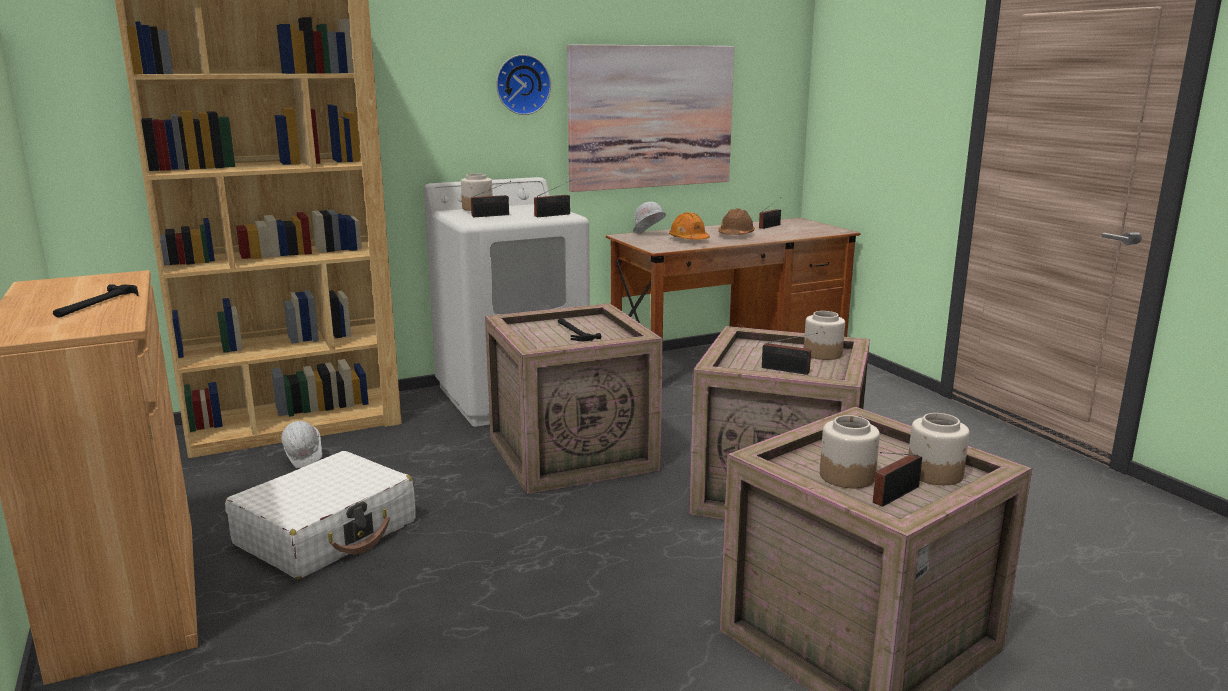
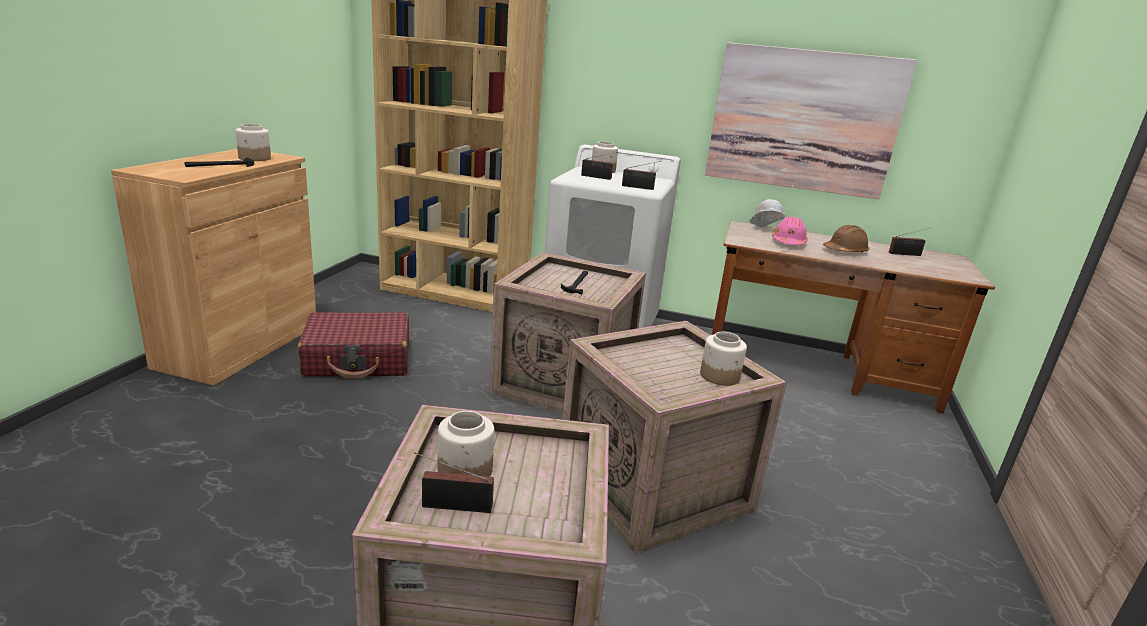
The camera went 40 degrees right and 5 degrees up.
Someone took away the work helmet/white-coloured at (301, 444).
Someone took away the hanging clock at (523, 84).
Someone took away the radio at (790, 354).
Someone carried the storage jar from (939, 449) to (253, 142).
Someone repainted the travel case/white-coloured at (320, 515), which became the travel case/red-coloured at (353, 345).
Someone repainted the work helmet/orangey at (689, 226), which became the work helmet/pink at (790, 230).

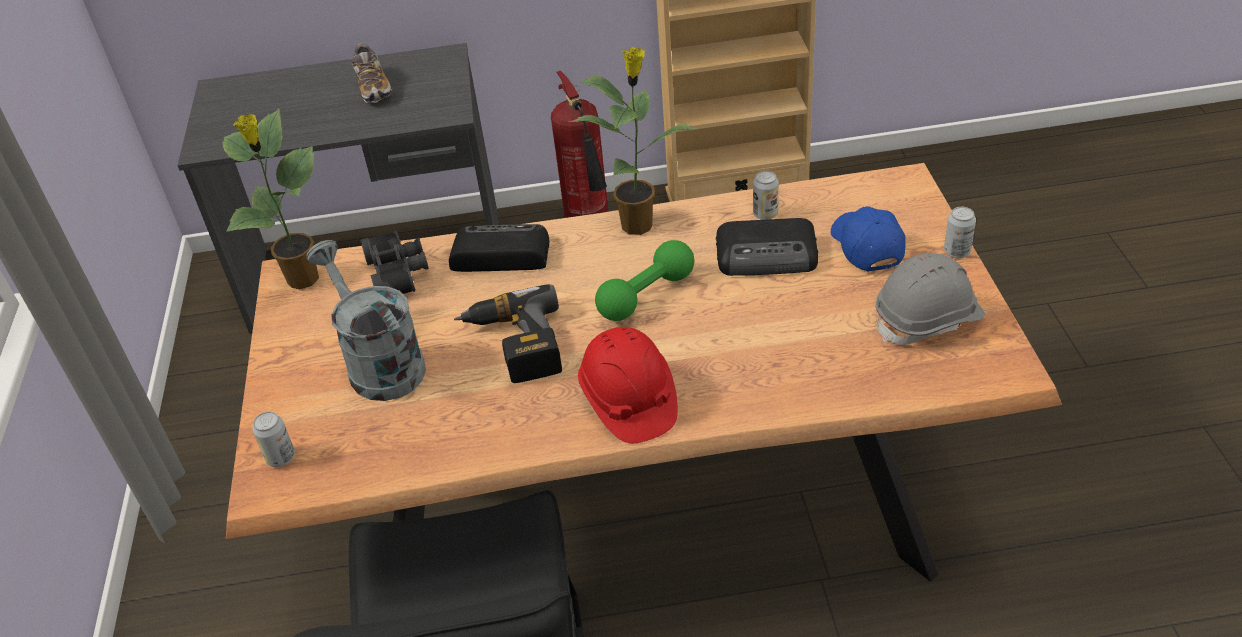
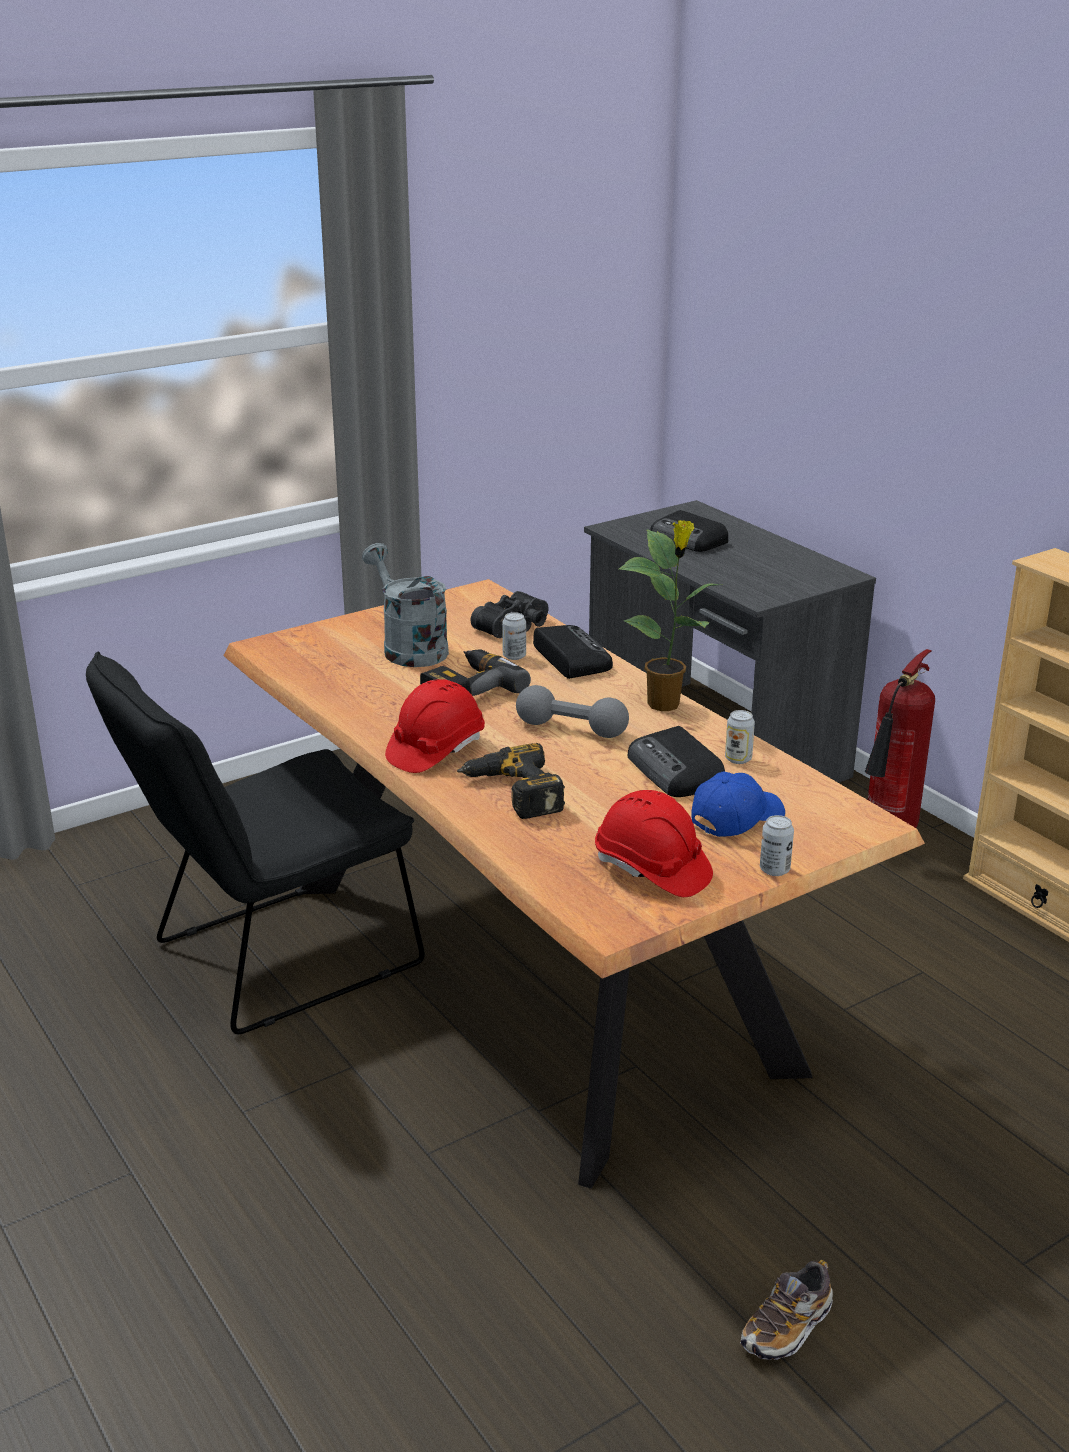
The camera went 60 degrees right and 15 degrees down.
Someone took away the plant in a pot at (270, 199).
Someone put down the electric drill at (511, 781).
Someone put down the radio at (689, 531).
Someone carried the can from (273, 439) to (514, 636).
Someone carried the shoe from (371, 73) to (786, 1310).
Someone repainted the hand weight/green-coloured at (644, 280), which became the hand weight/grey at (572, 711).
Someone repainted the work helmet/grey at (930, 299), which became the work helmet/red-coloured at (654, 843).
Someone rotated the sprinkling can/grey at (366, 320) by 60 degrees counterclockwise.

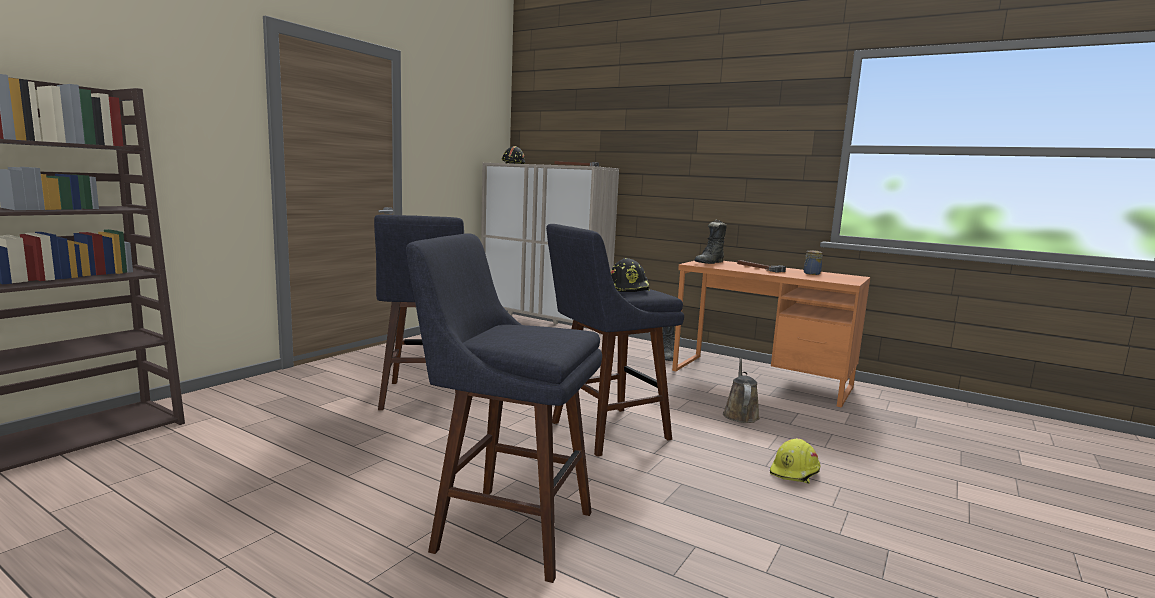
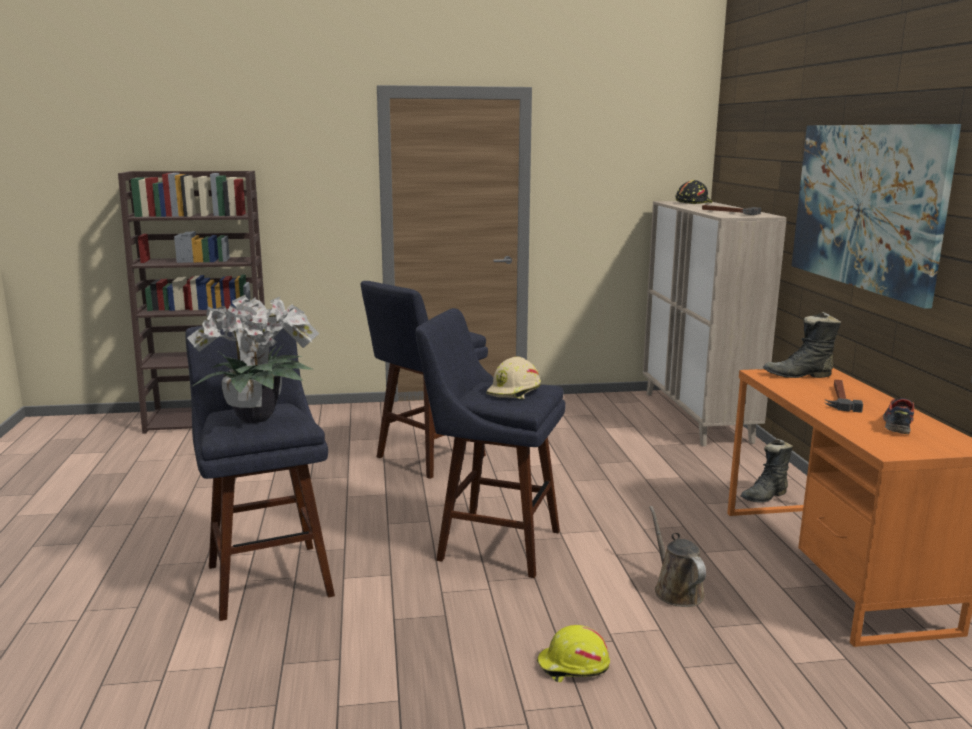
The camera went 50 degrees right and 5 degrees up.
Someone put down the plant in a pot at (253, 359).
Someone put up the wall art at (876, 216).
Someone swapped the storage jar at (813, 262) for the shoe at (898, 416).
Someone repainted the work helmet/black at (630, 275), which became the work helmet/sand-coloured at (514, 378).
Someone rotated the sprinkling can/brown at (741, 390) by 75 degrees counterclockwise.

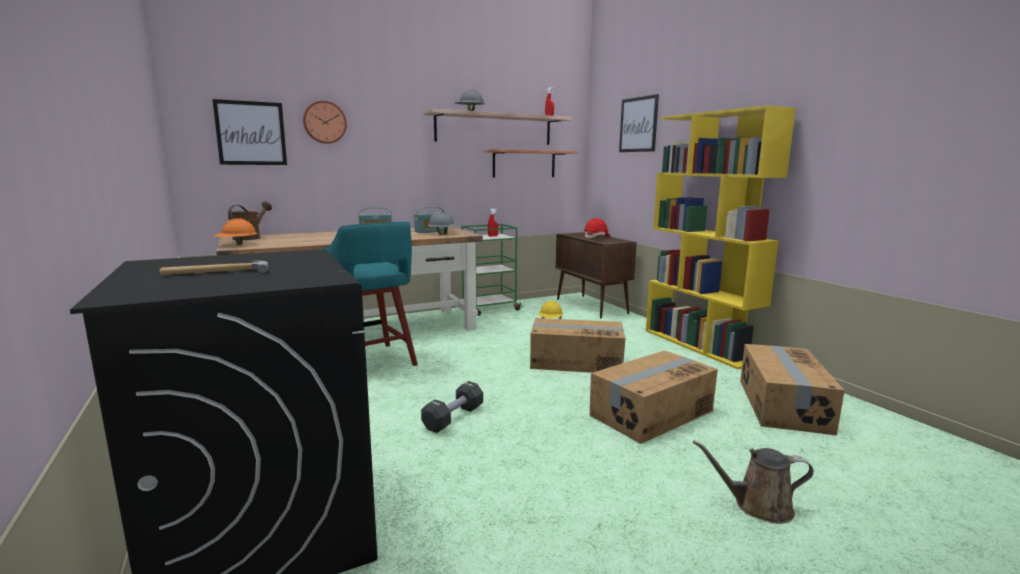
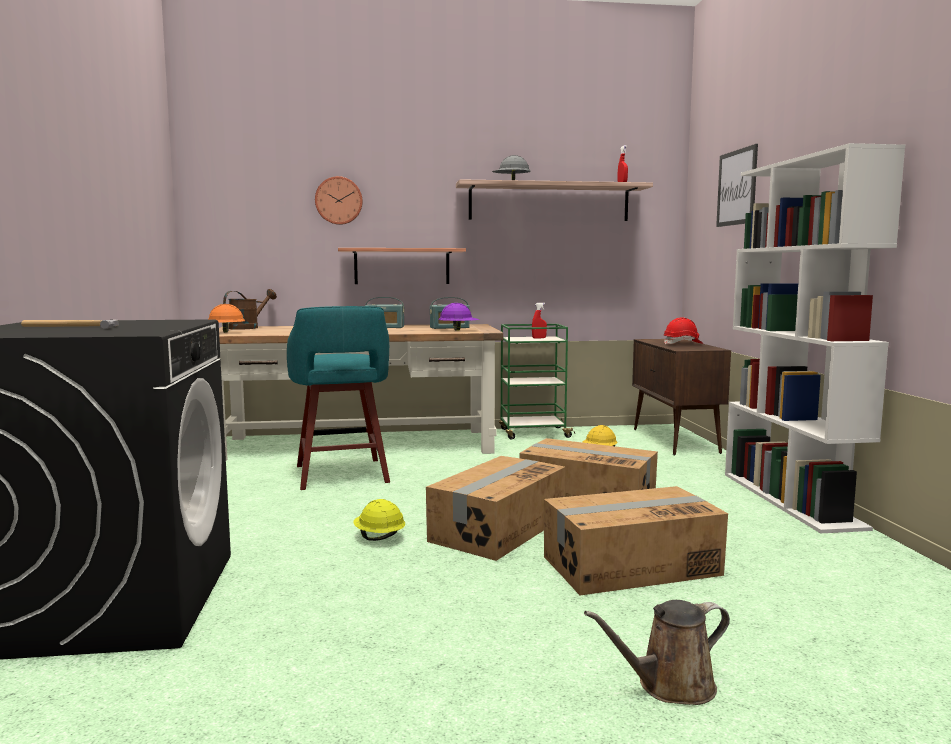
The camera went 20 degrees right and 5 degrees down.
Someone took away the wall art at (250, 132).
Someone carried the bracket shelf from (531, 163) to (402, 266).
Someone carried the cardboard box from (792, 390) to (495, 508).
Someone swapped the hand weight/black at (452, 407) for the work helmet/yellow-coloured at (379, 520).
Someone repainted the work helmet/grey at (443, 223), which became the work helmet/purple at (458, 317).
Someone repainted the shelving unit/yellow-coloured at (721, 237), which became the shelving unit/white-coloured at (815, 338).
Someone rotated the sprinkling can/brown at (753, 482) by 45 degrees counterclockwise.

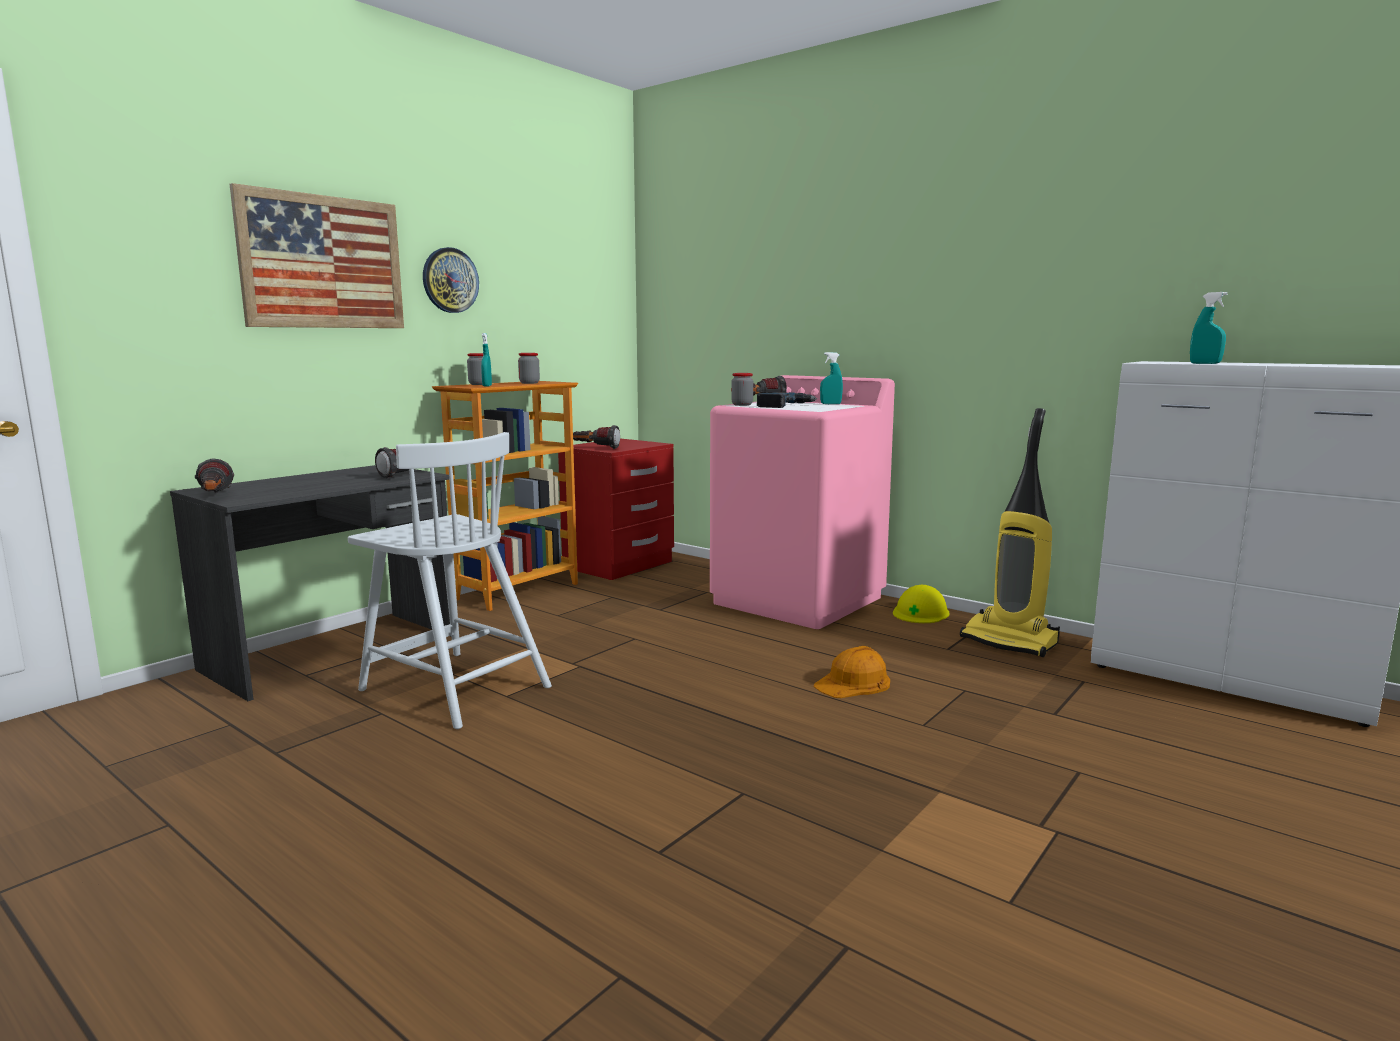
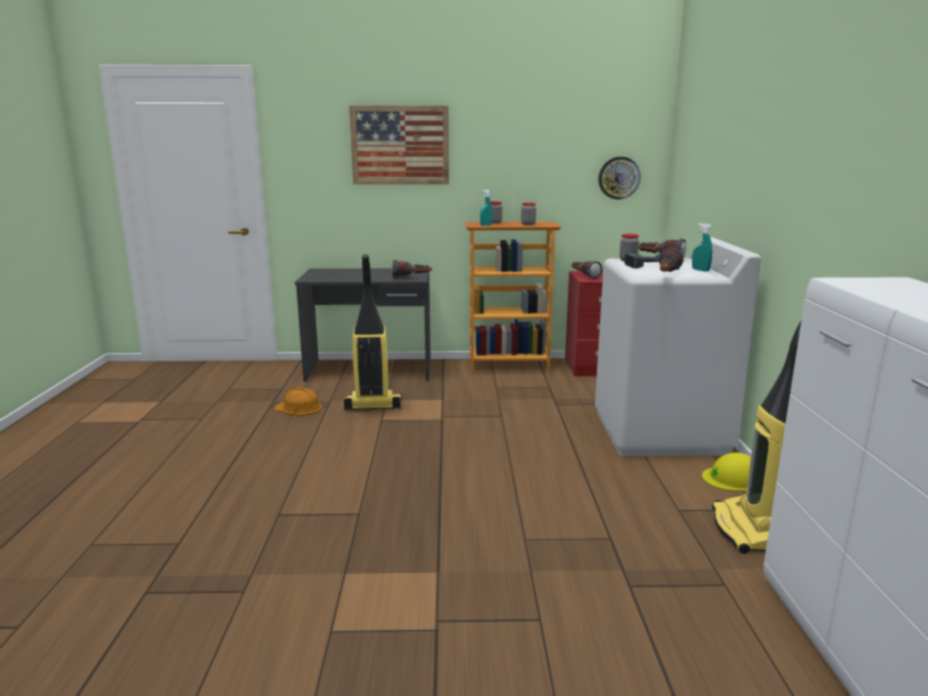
The camera went 50 degrees right and 5 degrees up.
Someone took away the hand sprayer/turquoise at (1209, 328).
Someone carried the hand torch from (214, 475) to (671, 259).
Someone carried the hanging clock from (451, 280) to (619, 178).
Someone carried the work helmet/orangey from (851, 672) to (297, 401).
Someone swapped the upright chair/white-coloured at (450, 580) for the hoover at (373, 332).
Someone repainted the washing machine/pink at (802, 502), which became the washing machine/white-coloured at (678, 347).

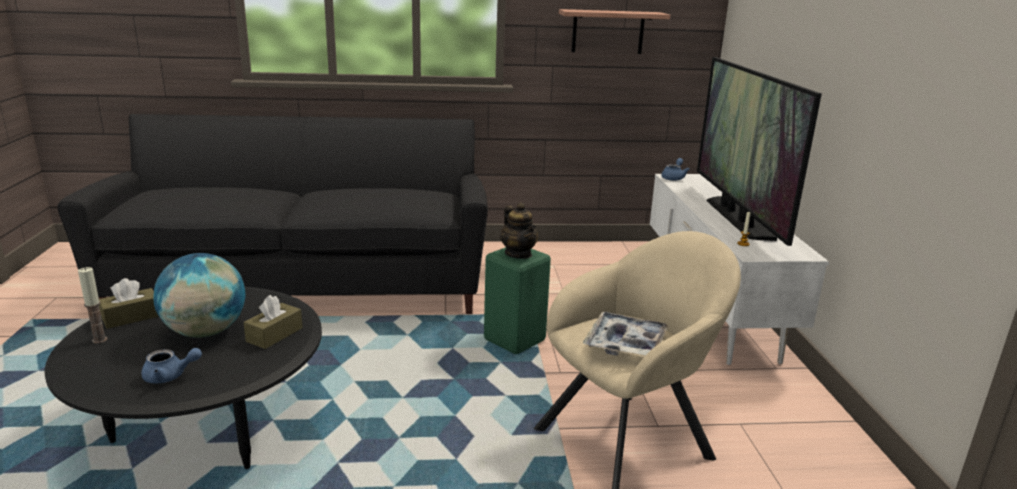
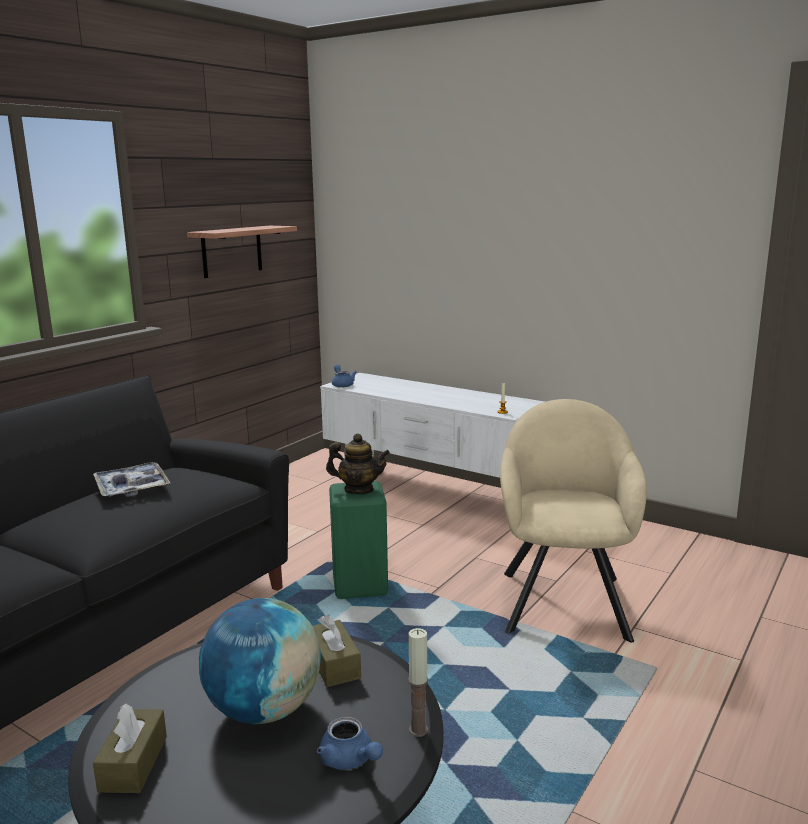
The camera went 50 degrees left and 5 degrees down.
Someone took away the TV at (759, 151).
Someone carried the wax light from (92, 305) to (418, 682).
Someone carried the tray from (626, 334) to (131, 479).
Someone rotated the tea pot/bluish at (171, 366) by 105 degrees clockwise.

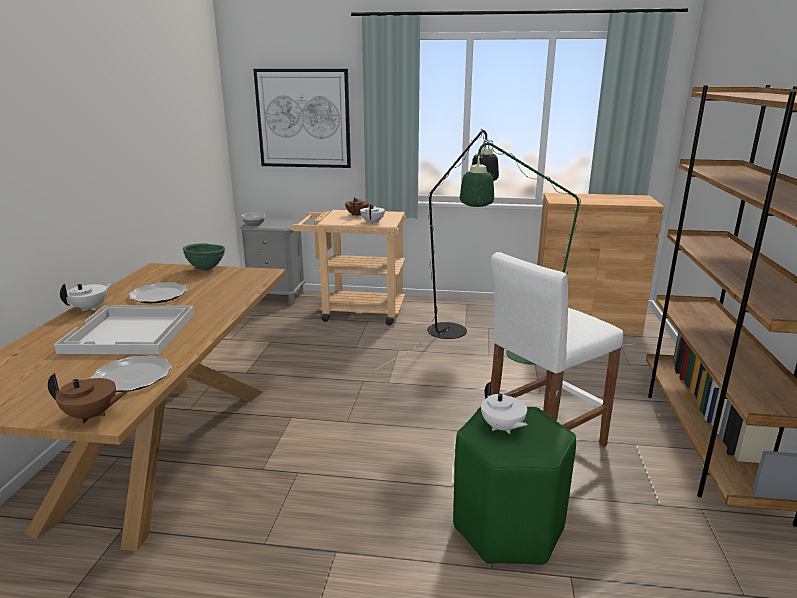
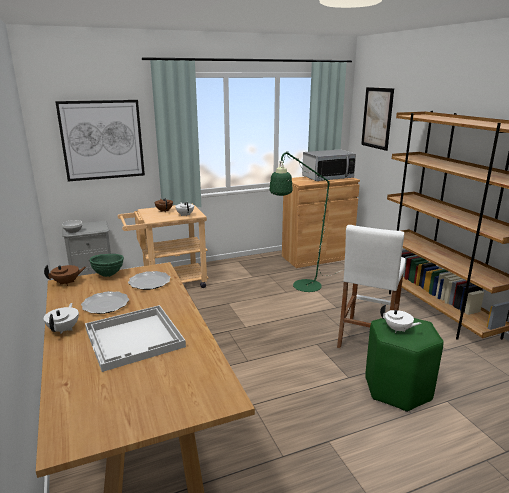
The camera went 30 degrees left and 0 degrees up.
Someone took away the standing lamp/black at (436, 249).
Someone put down the kitchen microwave at (329, 165).
Someone put up the wall art at (377, 119).
Someone carried the tea pot/brown from (87, 398) to (65, 275).
Someone carried the plate from (131, 373) to (149, 280).

